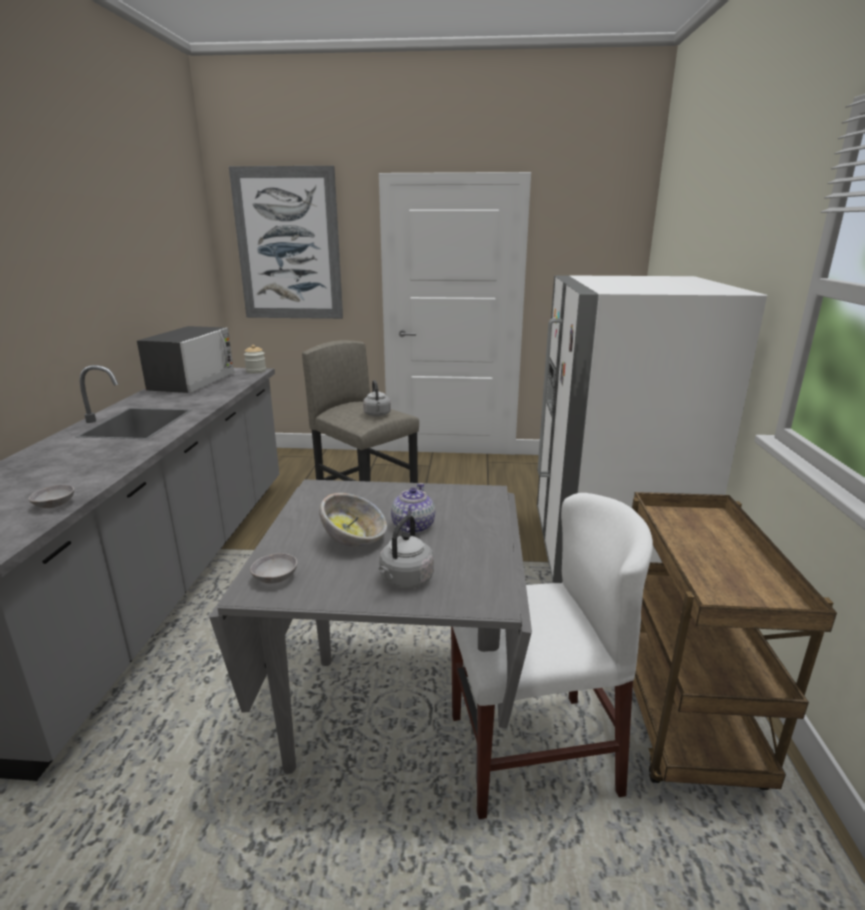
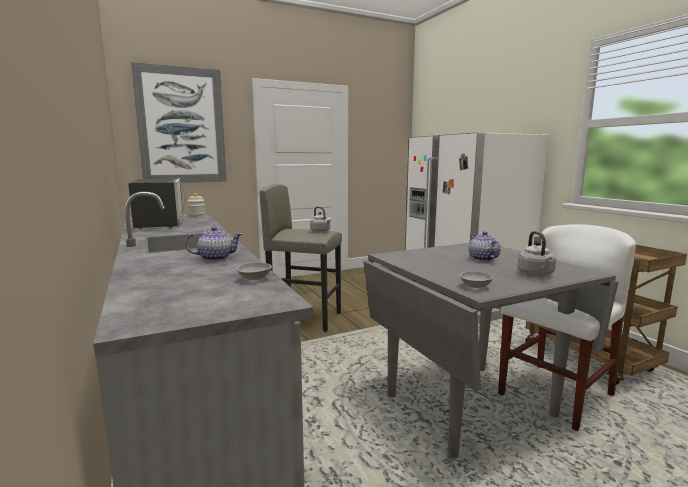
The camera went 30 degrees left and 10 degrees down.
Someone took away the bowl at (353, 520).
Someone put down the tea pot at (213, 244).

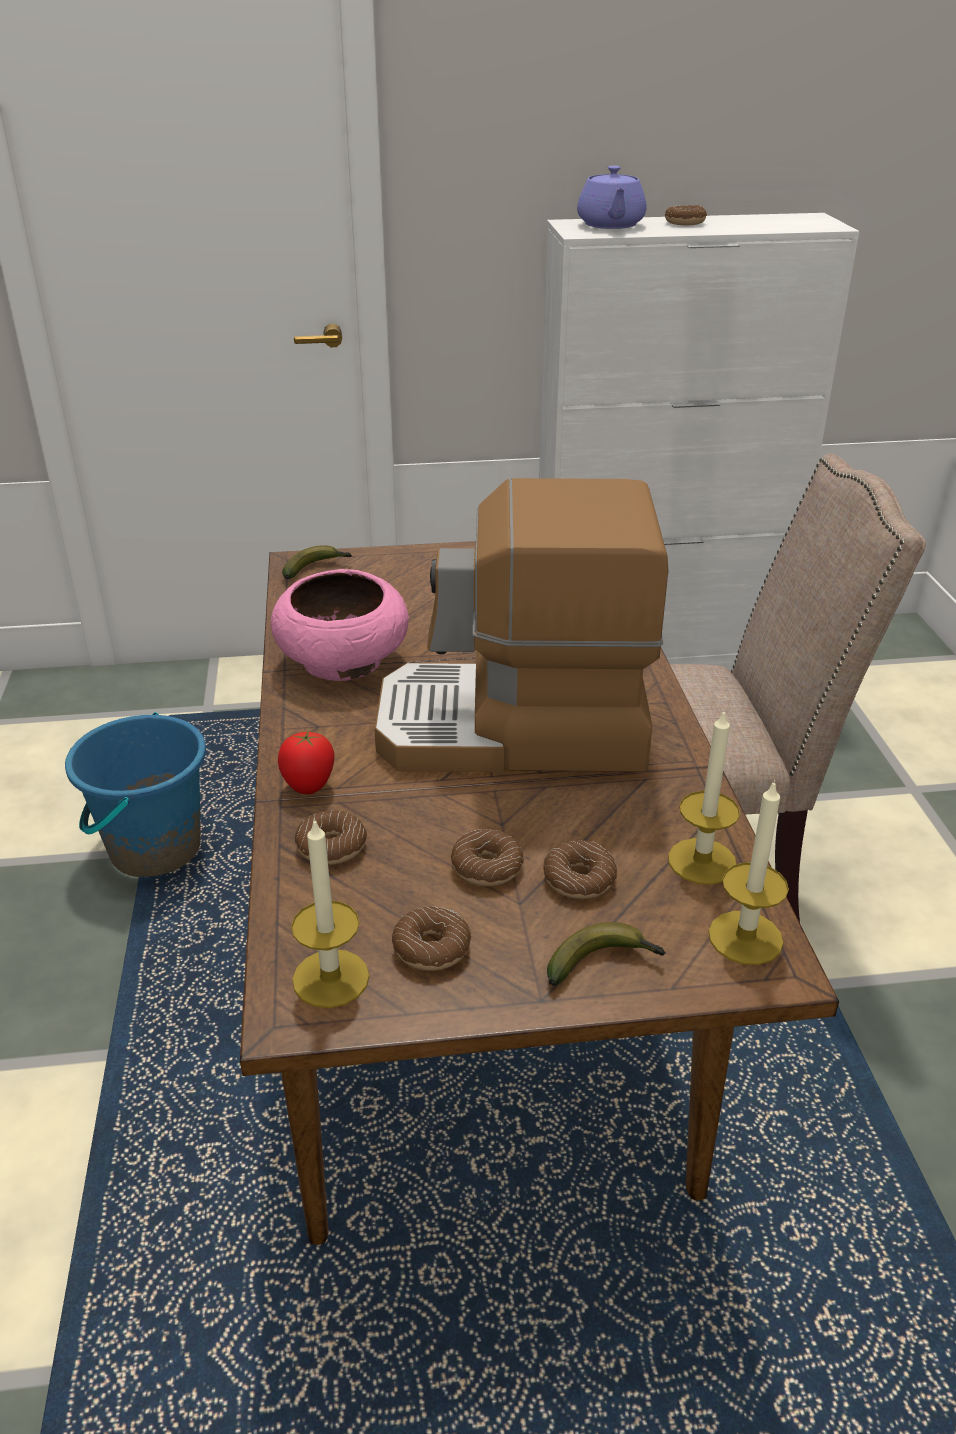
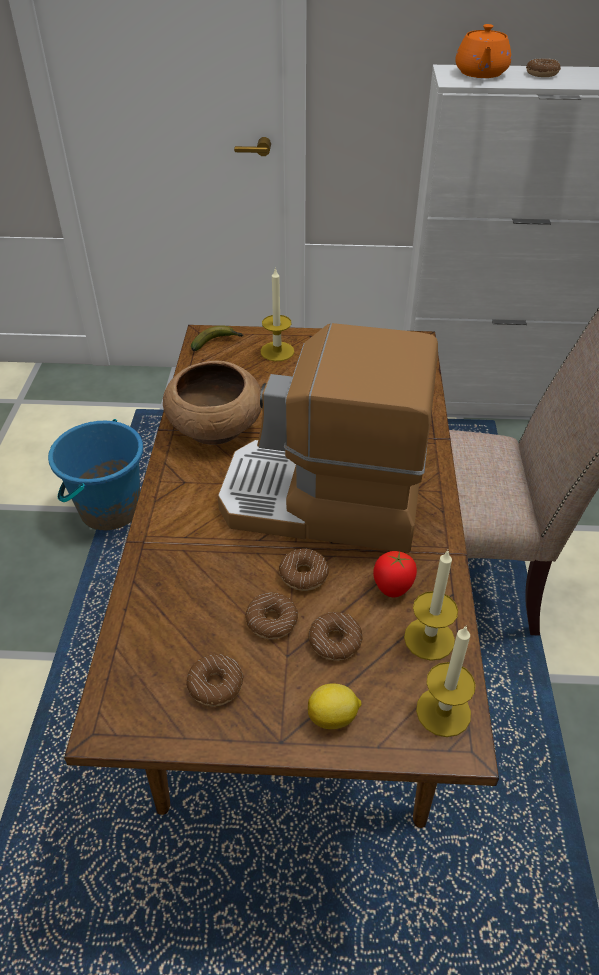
The camera went 10 degrees right and 10 degrees up.
Someone carried the fresh tomato from (306, 762) to (395, 574).
Someone carried the wax light from (330, 913) to (277, 314).
Someone carried the donut from (331, 837) to (304, 569).
Someone swapped the banana at (606, 954) for the citrus fruit at (335, 706).
Someone repainted the bowl/pink at (340, 625), which became the bowl/brown at (212, 403).
Someone repainted the tea pot/purple at (612, 197), which became the tea pot/orangey at (483, 51).

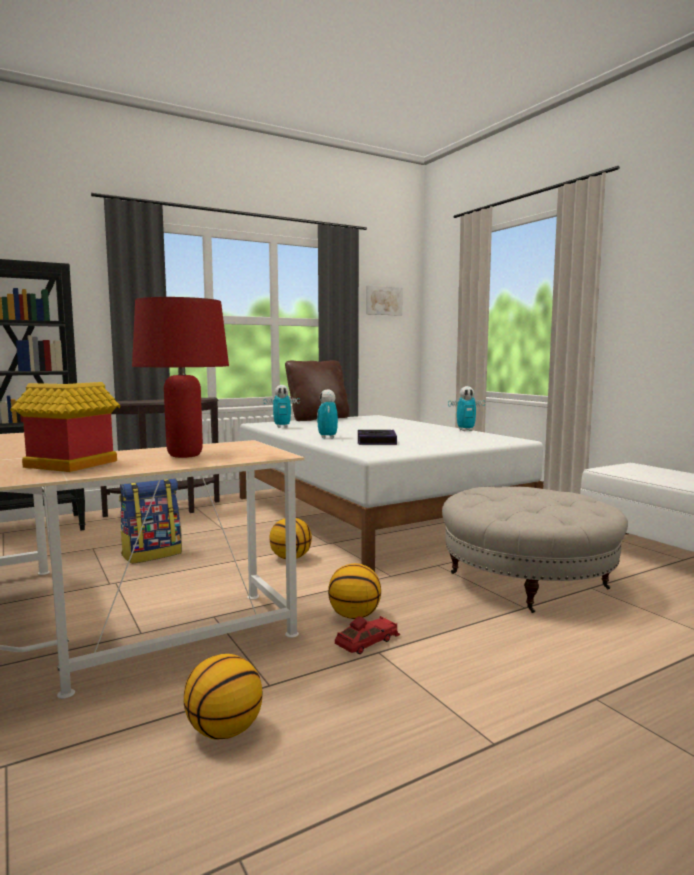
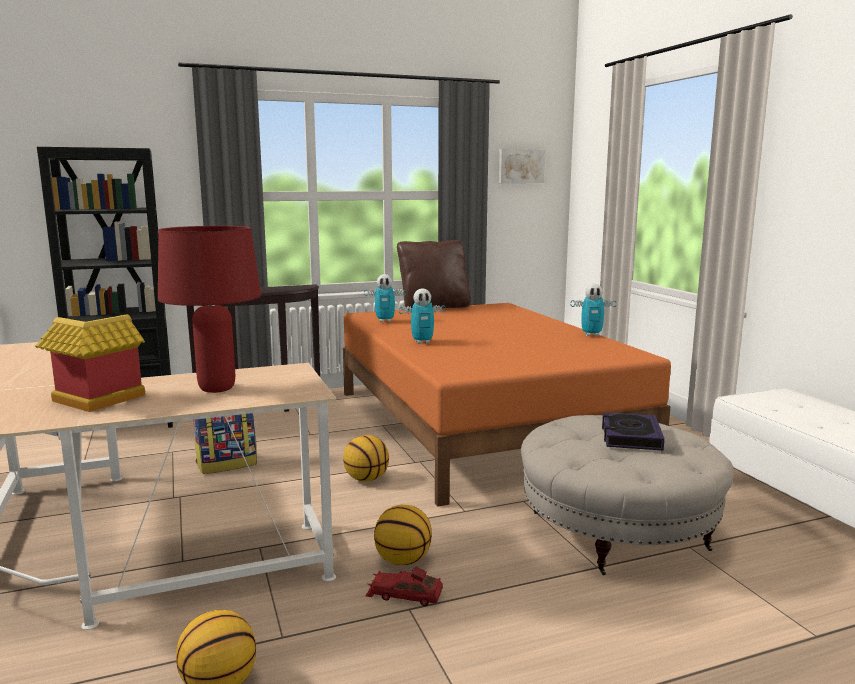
The camera went 10 degrees right and 5 degrees up.
Someone carried the book from (377, 437) to (633, 431).
Someone repainted the bedroom bed/white-coloured at (391, 493), which became the bedroom bed/orangey at (507, 405).
Someone rotated the toy robot at (327, 414) by 105 degrees counterclockwise.
Someone rotated the model car/red-coloured at (368, 635) by 135 degrees counterclockwise.

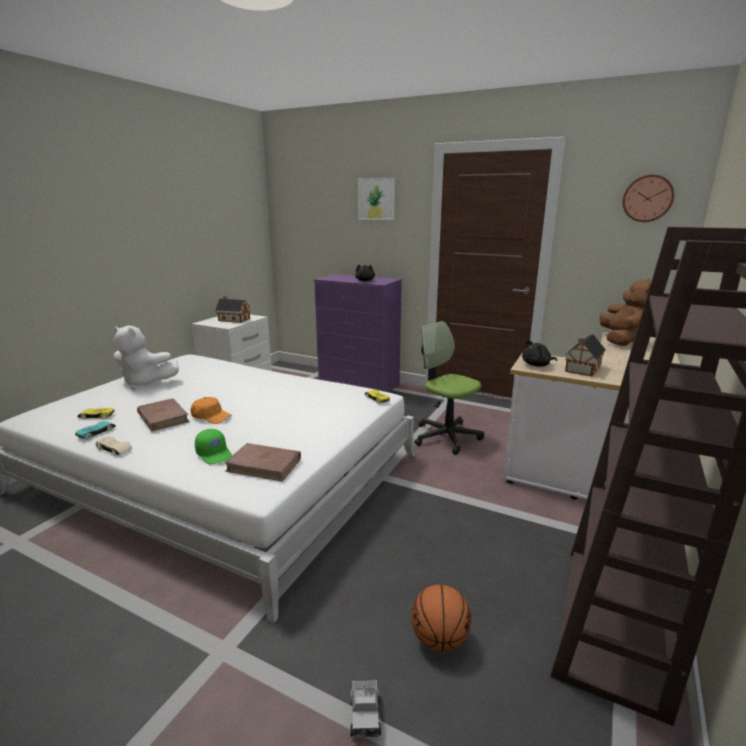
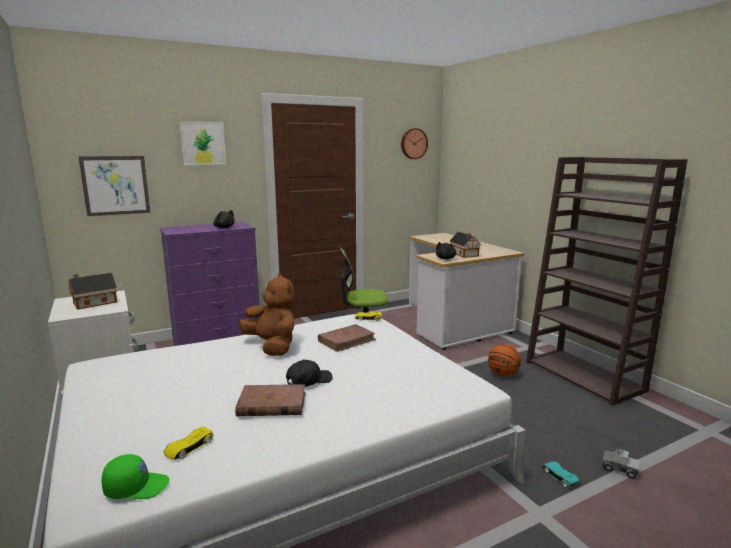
The camera went 55 degrees left and 5 degrees down.
Someone took away the model car/sand-coloured at (113, 445).
Someone took away the soft toy/white-coloured at (146, 358).
Someone put up the wall art at (114, 186).
Someone carried the model car/turquoise from (95, 430) to (561, 474).
Someone carried the peaked cap/green-coloured from (213, 446) to (135, 476).
Someone carried the book/brown from (262, 462) to (347, 338).
Someone carried the basketball from (441, 618) to (504, 360).
Someone carried the soft toy/brown from (625, 312) to (266, 315).
Someone repainted the peaked cap/orangey at (211, 410), which became the peaked cap/black at (309, 373).

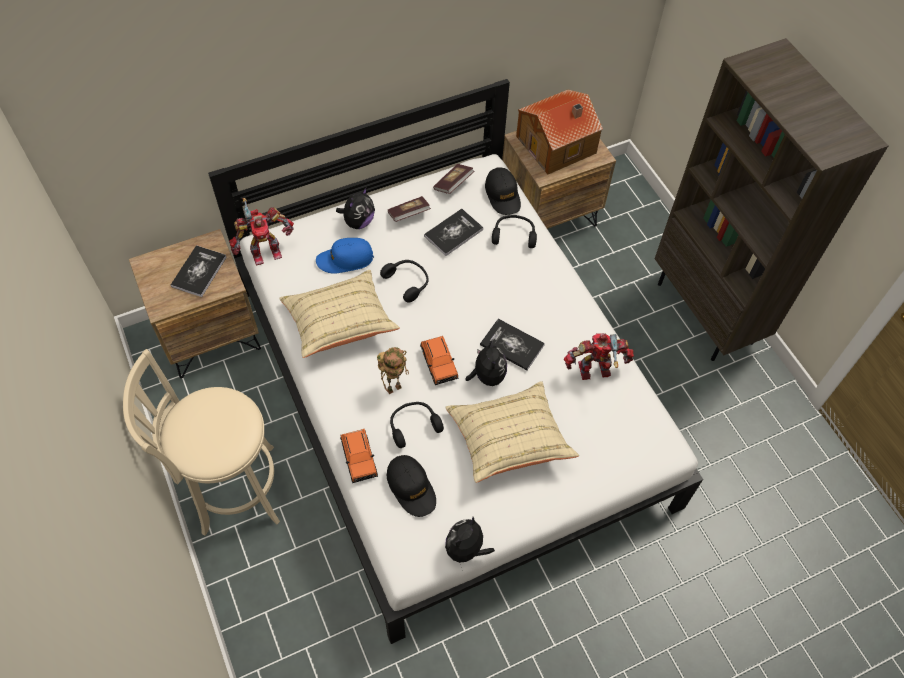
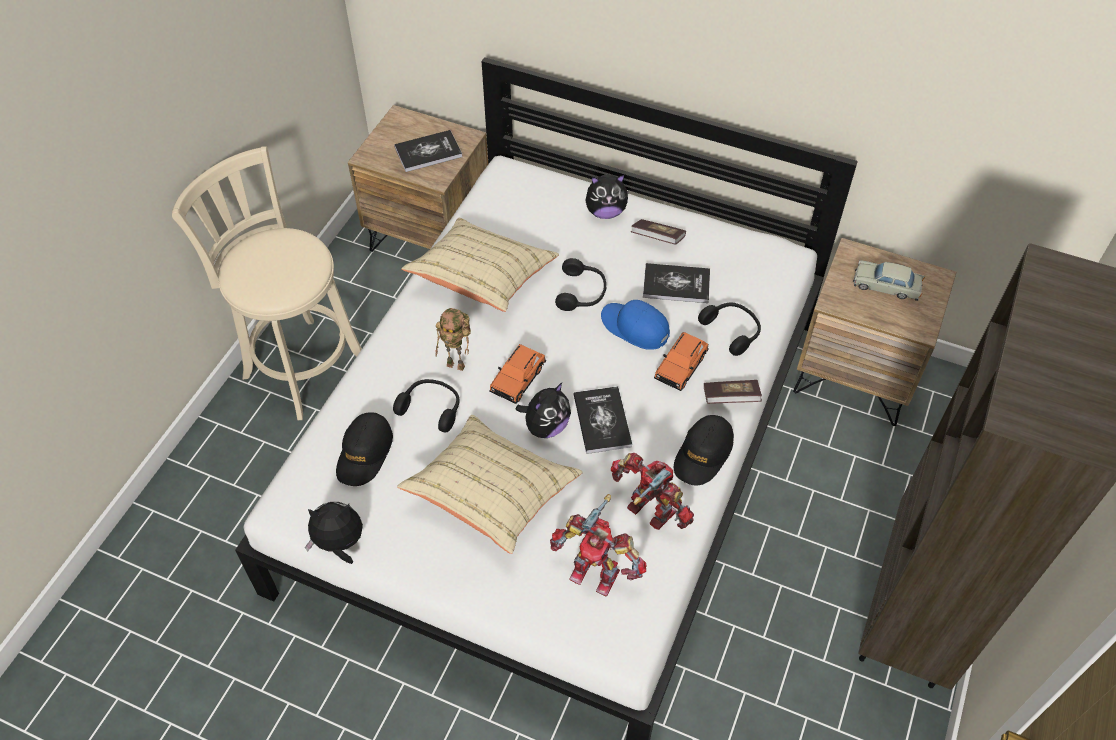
The camera went 50 degrees right and 5 degrees down.
Someone carried the toy robot from (261, 232) to (598, 545).
Someone carried the peaked cap/bluish from (345, 256) to (635, 325).
Someone carried the model car/orangey from (359, 456) to (681, 361).
Someone carried the book from (453, 179) to (733, 392).
Someone carried the peaked cap/black from (503, 191) to (704, 450).
Someone swapped the model house at (559, 132) for the model car/sand-coloured at (889, 280).

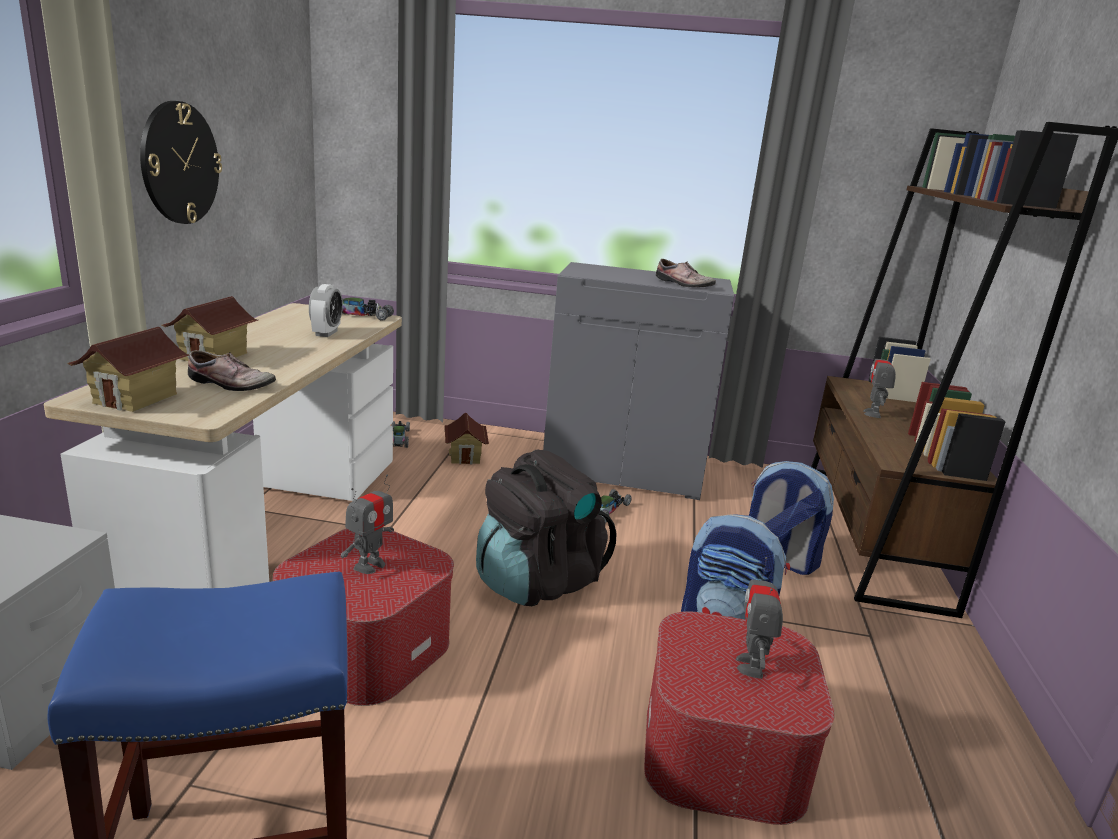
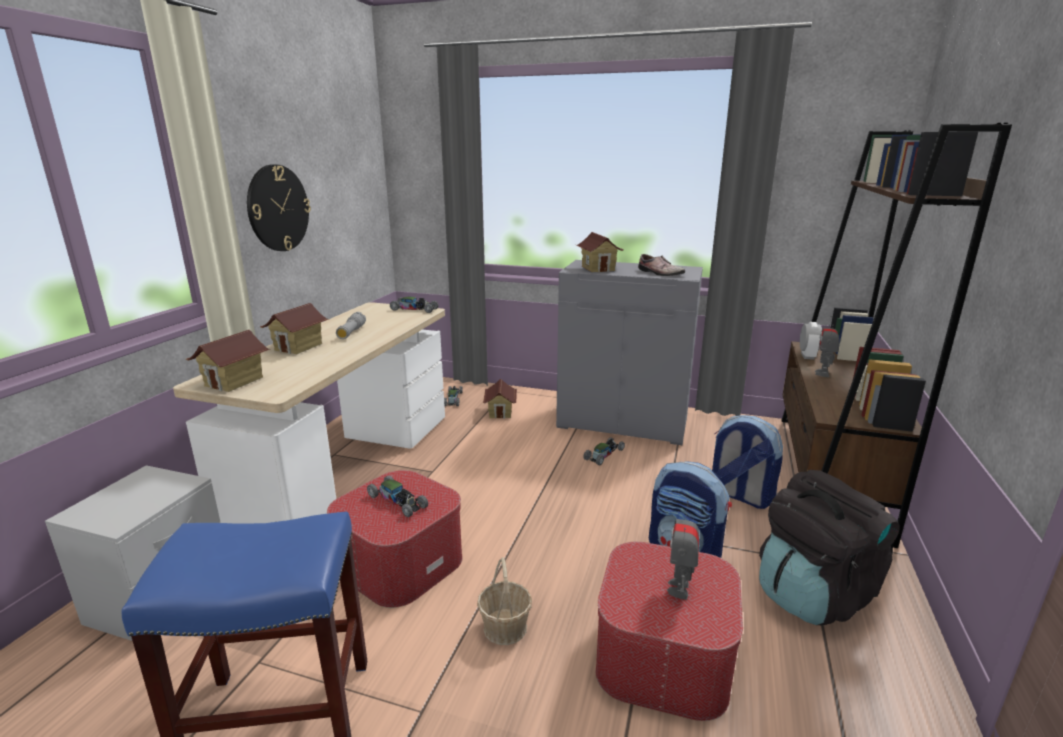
The camera went 10 degrees right and 0 degrees up.
Someone took away the shoe at (232, 370).
Someone put down the hand torch/grey at (351, 325).
Someone put down the household basket at (504, 601).
Someone put down the model house at (600, 252).
Someone carried the table clock from (326, 310) to (811, 341).
Someone carried the backpack/black from (546, 527) to (829, 547).
Someone swapped the toy robot at (367, 524) for the model car at (397, 496).

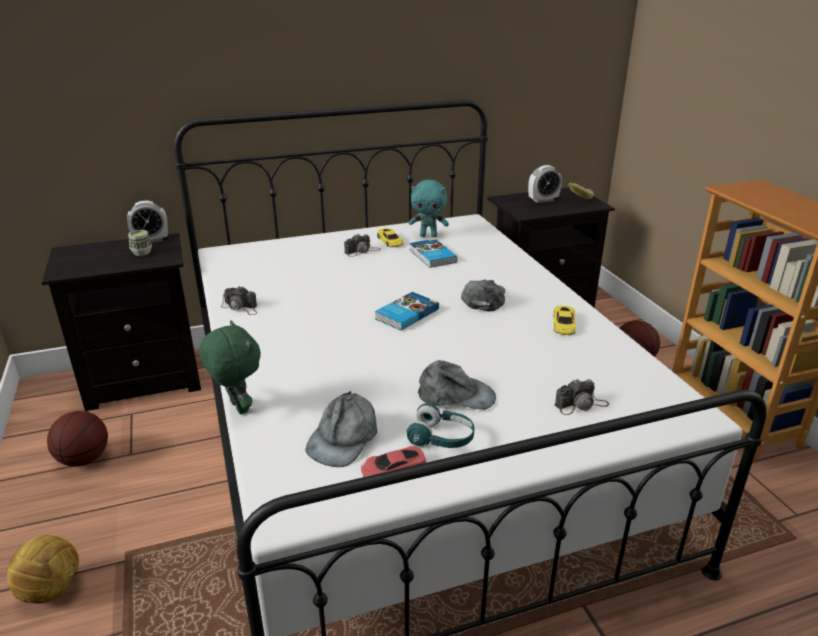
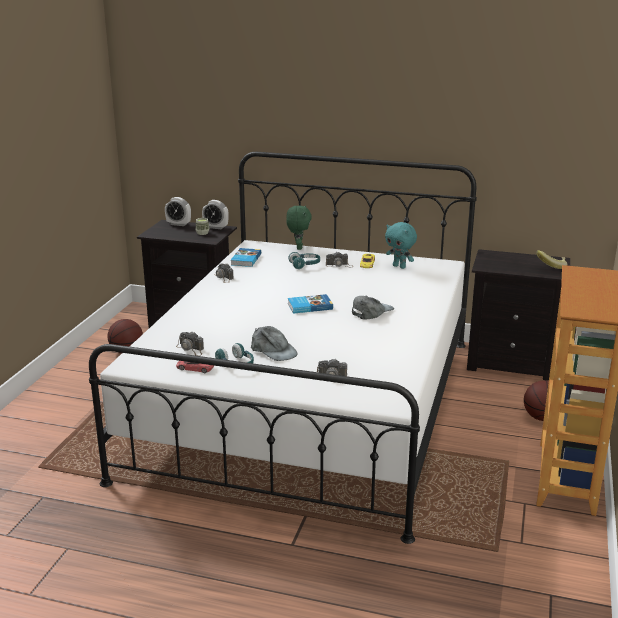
The camera went 35 degrees right and 5 degrees down.
Someone took away the football ball at (43, 569).
Someone took away the model car/yellow-coloured at (565, 320).
Someone put down the pair of headphones/turquoise at (304, 260).
Someone carried the soft toy/green-coloured from (230, 367) to (298, 227).
Someone carried the book from (433, 253) to (246, 257).
Someone carried the table clock from (545, 184) to (178, 211).
Someone swapped the peaked cap/grey at (341, 429) for the photo camera at (190, 343).

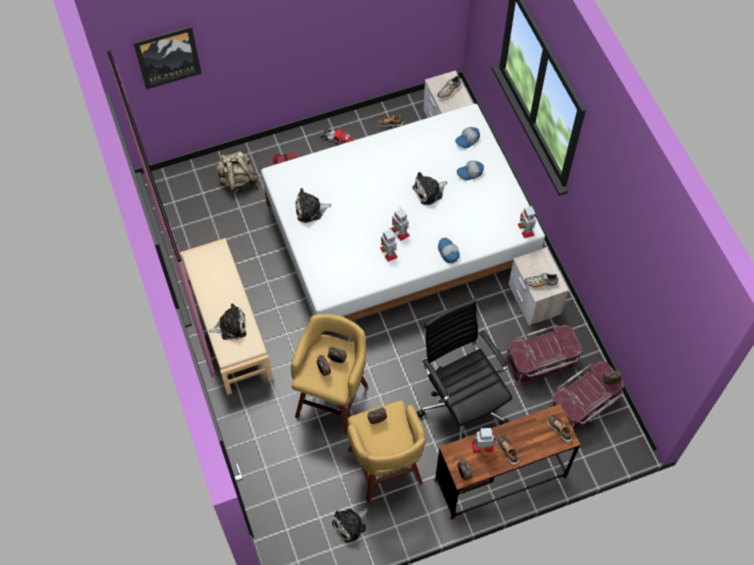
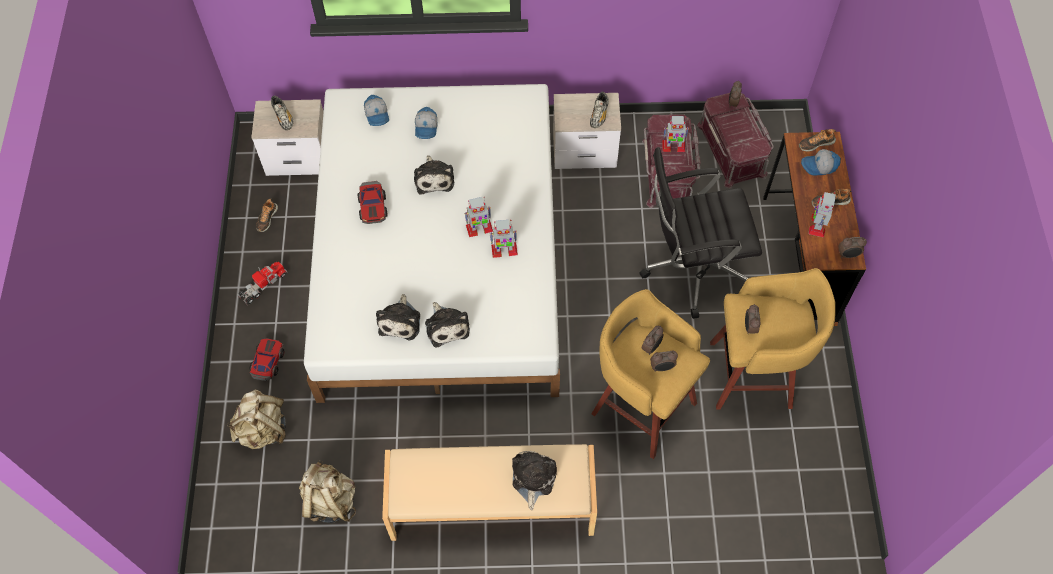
The camera went 70 degrees left and 0 degrees up.
Someone took away the wall art at (167, 58).
Someone put down the backpack/sand-coloured at (327, 491).
Someone put down the model car at (373, 202).
Someone carried the soft toy from (350, 525) to (447, 325).
Someone carried the peaked cap from (449, 250) to (821, 162).
Someone carried the toy robot from (527, 221) to (675, 134).

